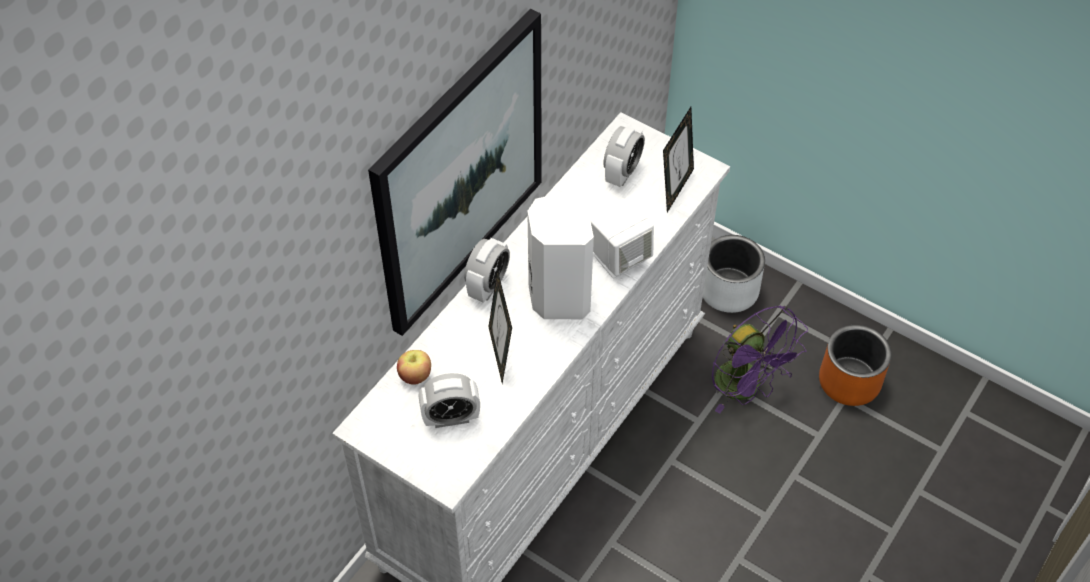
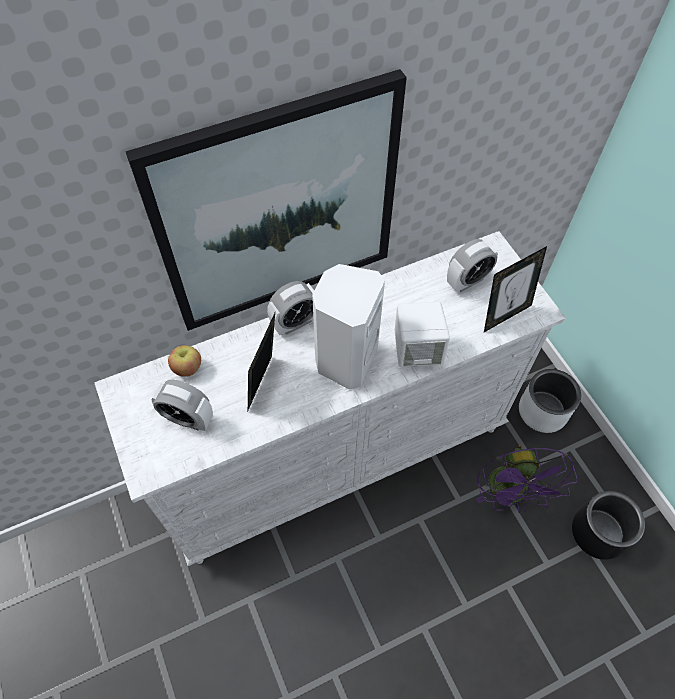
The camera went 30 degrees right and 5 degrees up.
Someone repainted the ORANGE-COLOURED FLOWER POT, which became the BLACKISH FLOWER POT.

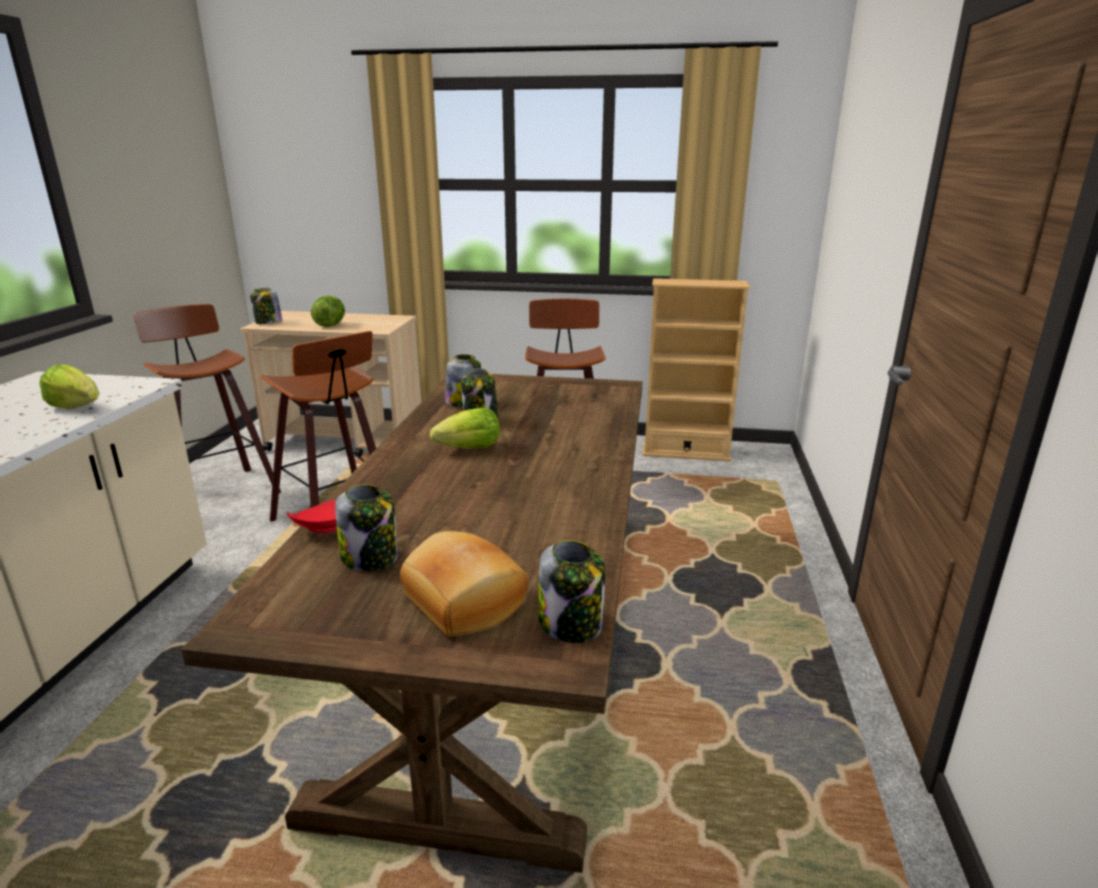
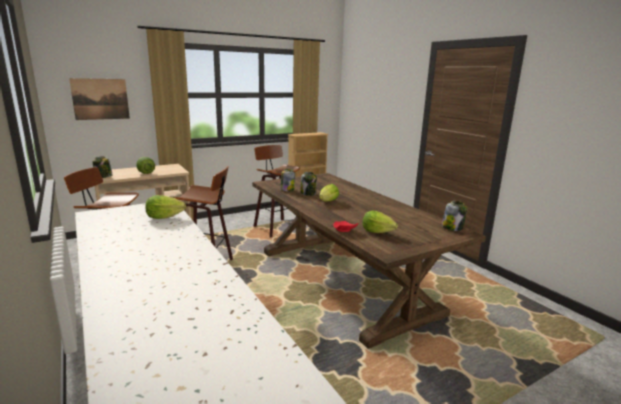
The camera went 40 degrees left and 5 degrees down.
Someone swapped the PRESERVE JAR (2nd from left) for the HEAD OF LETTUCE (4th from left).
Someone took away the BAKED BREAD.
Someone put up the WALL ART.

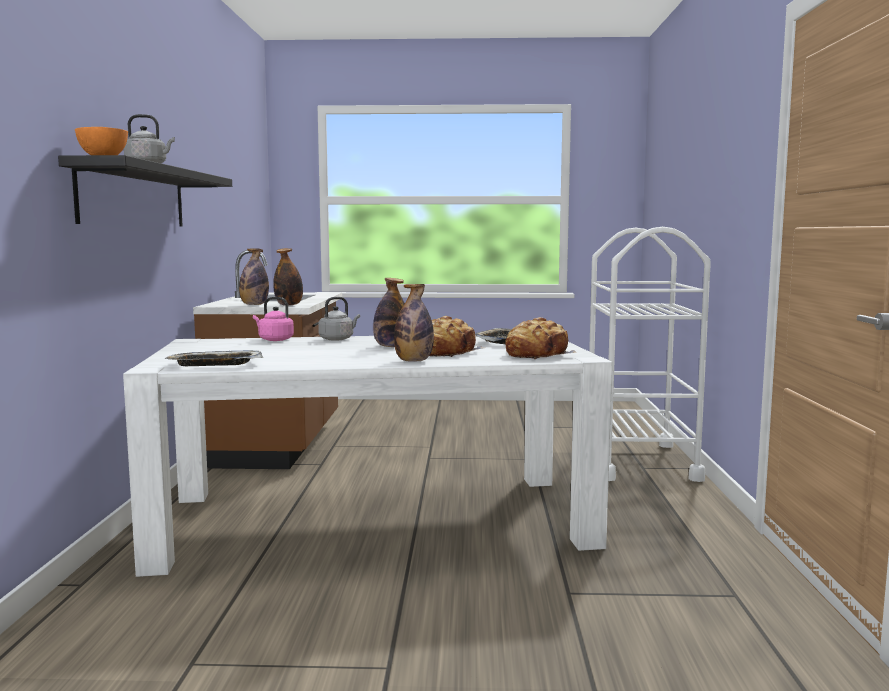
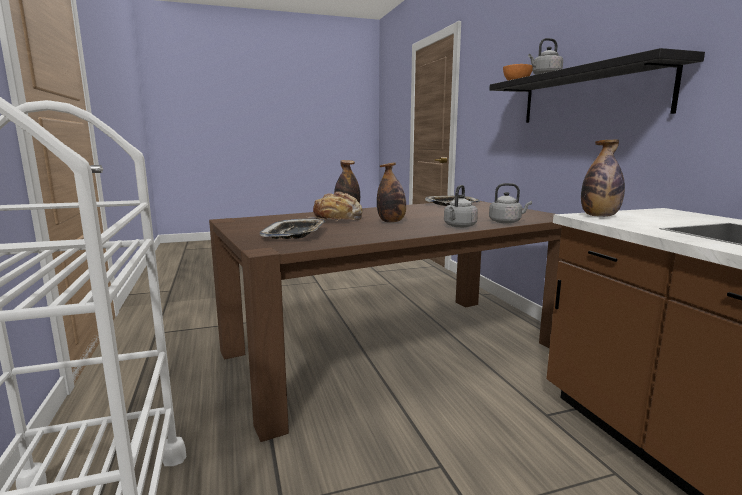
The camera went 160 degrees right and 5 degrees up.
Someone took away the BOTTLE (1st from left).
Someone repainted the PINK WATER KETTLE, which became the GREY WATER KETTLE (2nd from left).
Someone took away the BAKED BREAD (2nd from left).
Someone repainted the WHITISH DINING TABLE, which became the BROWN-COLOURED DINING TABLE.

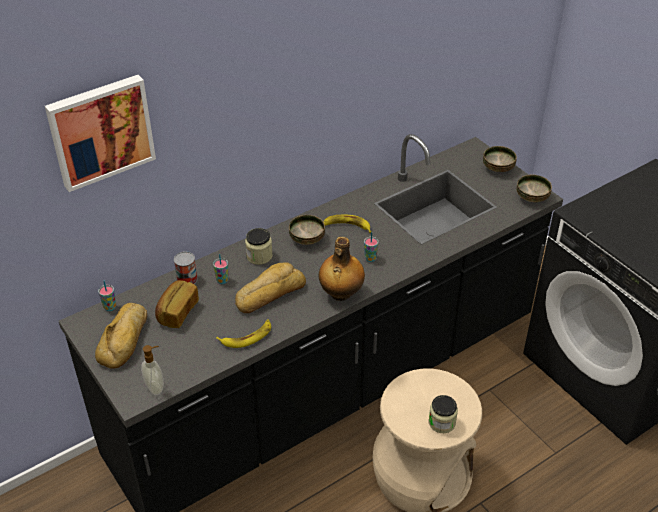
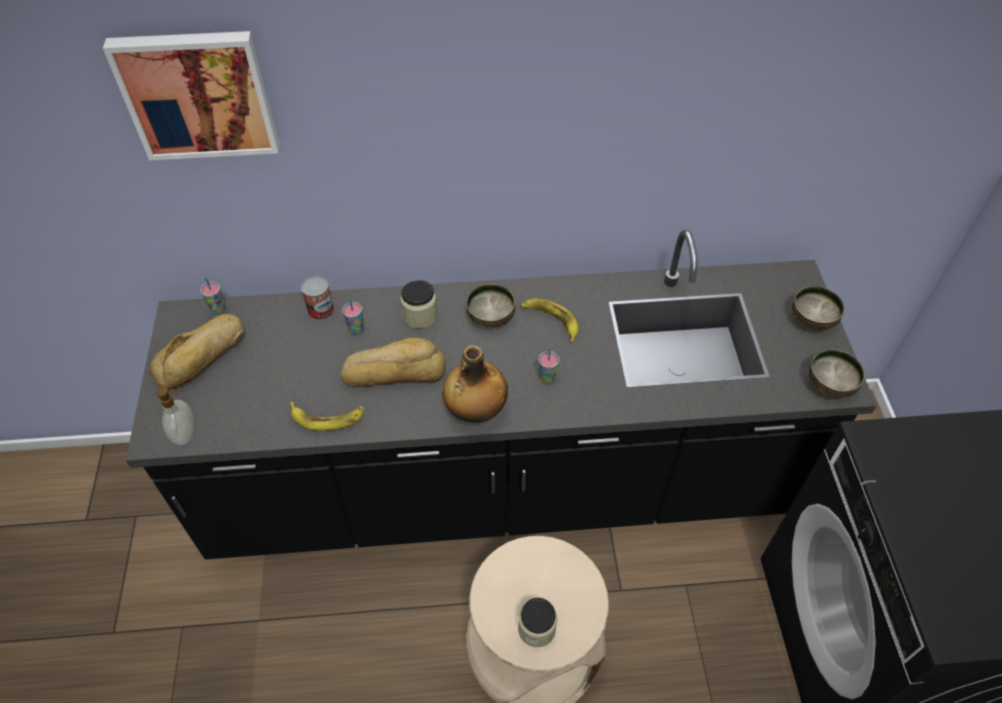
The camera went 30 degrees right and 10 degrees up.
Someone took away the BAKED BREAD (2nd from left).

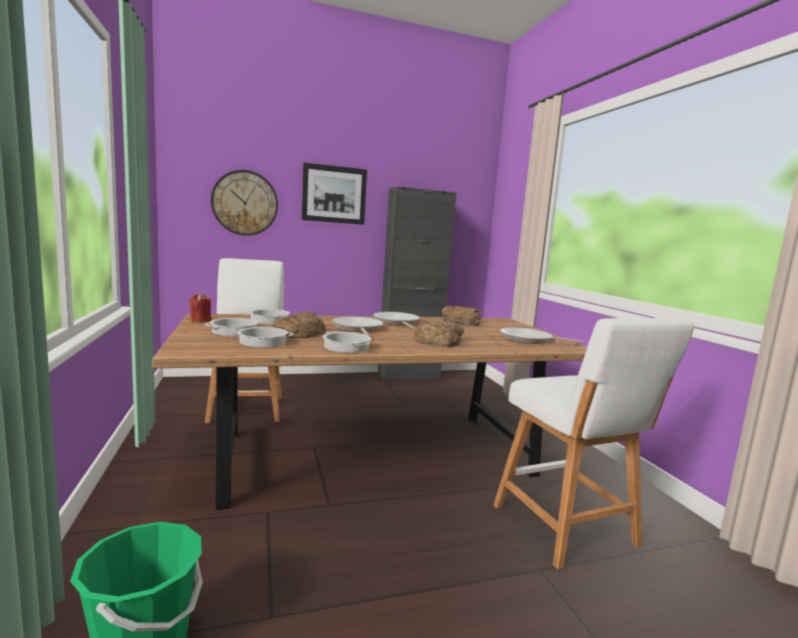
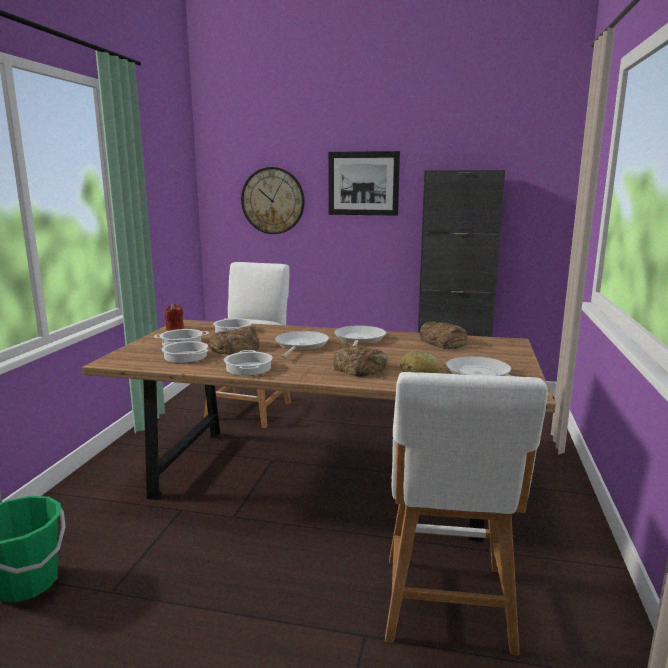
The camera went 30 degrees right and 5 degrees up.
Someone put down the BAKED BREAD (3rd from left).

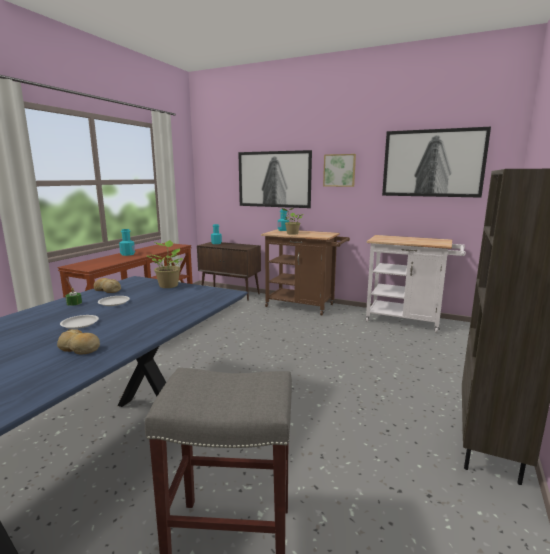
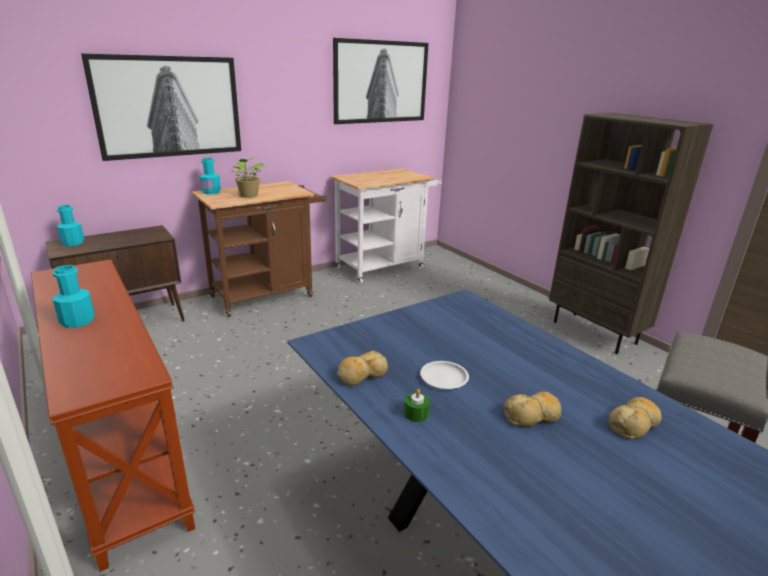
The camera went 60 degrees left and 10 degrees up.
Someone took away the WALL ART (2nd from left).
Someone took away the PLANT IN A POT (1st from left).
Someone swapped the WHITISH FLAT DISH (1st from left) for the BAKED BREAD (2nd from left).

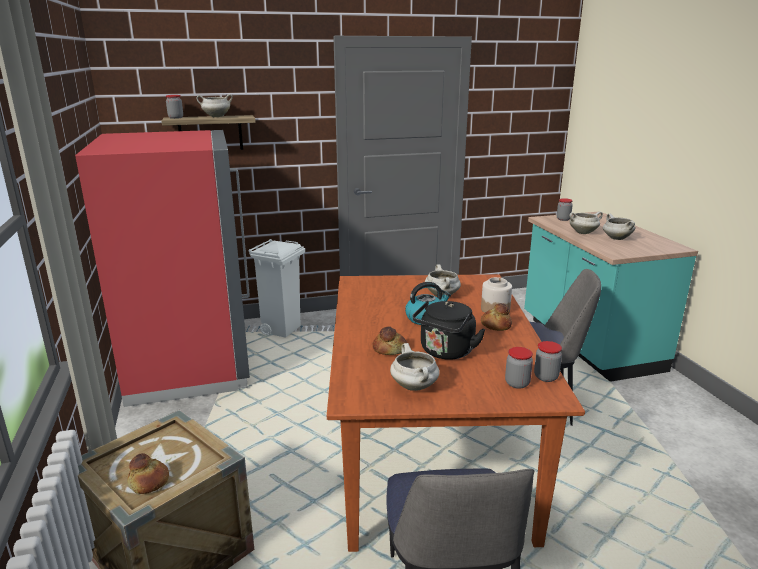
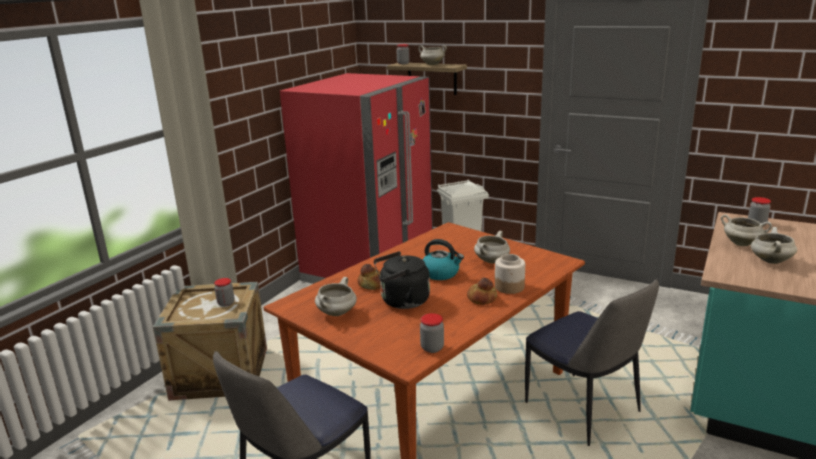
The camera went 45 degrees right and 0 degrees up.
Someone carried the PRESERVE JAR (3rd from left in the first image).
Someone took away the BAKED BREAD (1st from left).

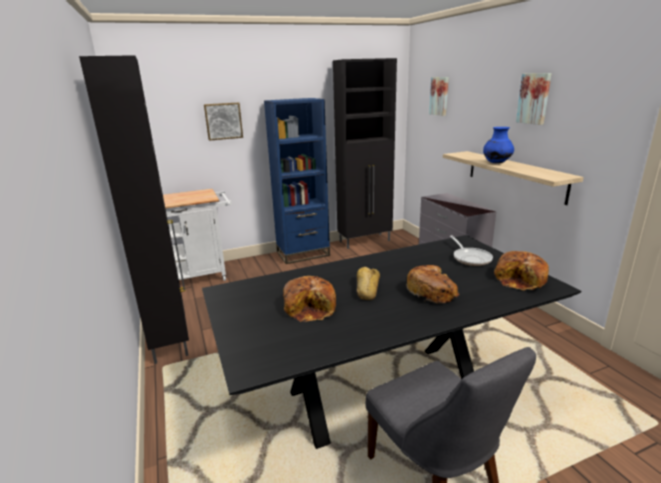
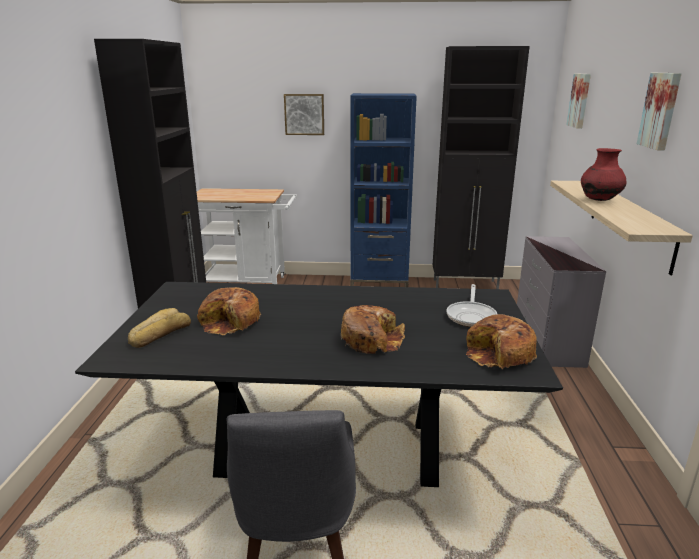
The camera went 25 degrees right and 0 degrees up.
Someone repainted the BLUE FLOWER VASE, which became the RED-COLOURED FLOWER VASE.
Someone carried the BAKED BREAD (2nd from left in the first image).

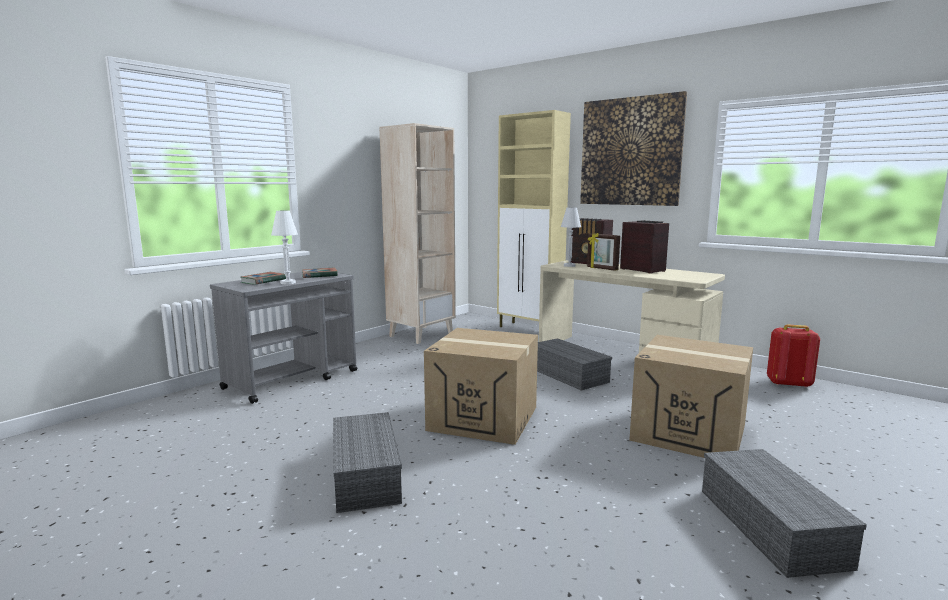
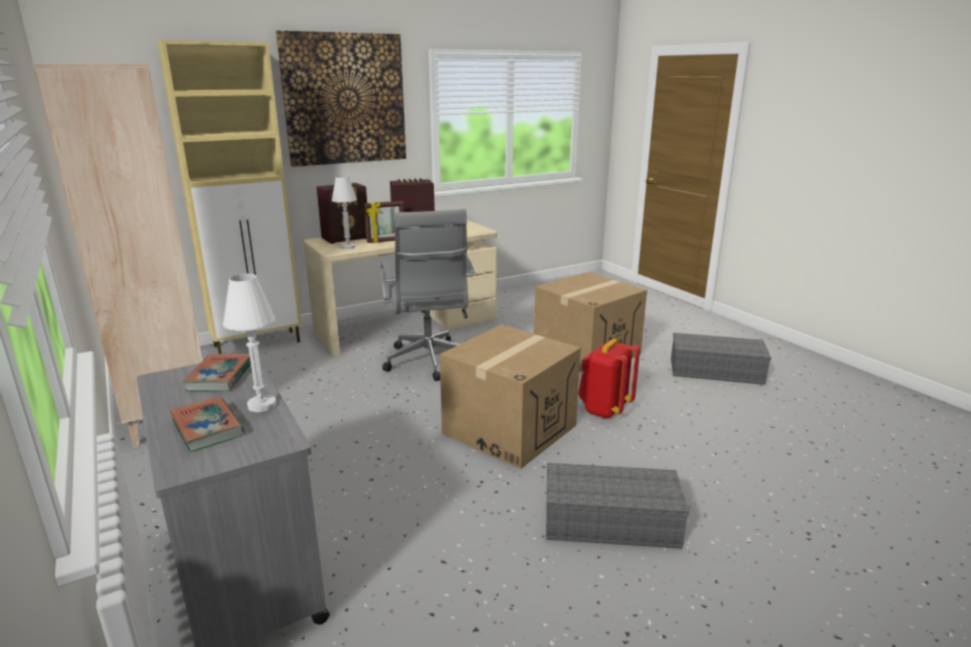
The camera went 70 degrees left and 10 degrees up.
Someone carried the RED-COLOURED RUCKSACK.
Someone swapped the GREY STORAGE BIN (2nd from left) for the GREY COMPUTER CHAIR.

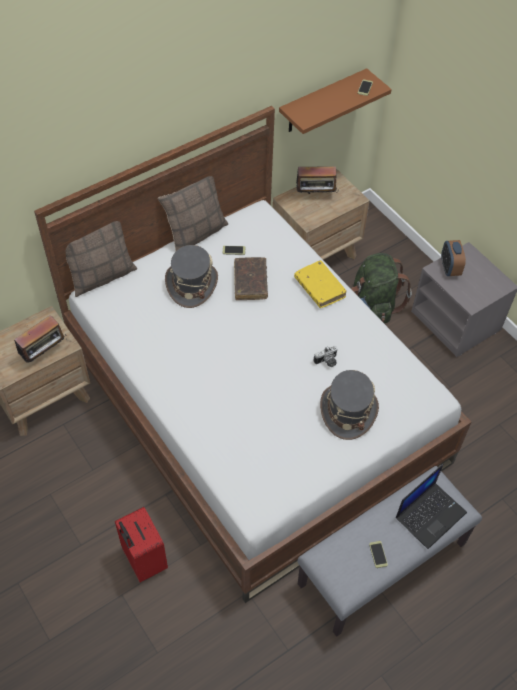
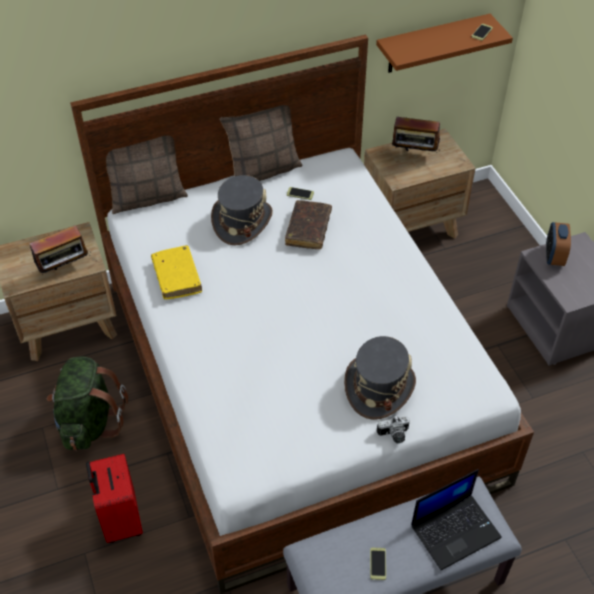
The camera went 15 degrees right and 5 degrees down.
Someone carried the GREENISH RUCKSACK.
Someone carried the YELLOWISH BOOK.
Someone carried the STILL CAMERA.

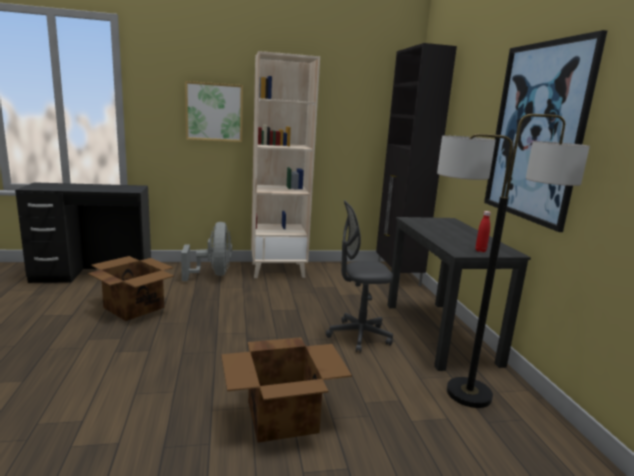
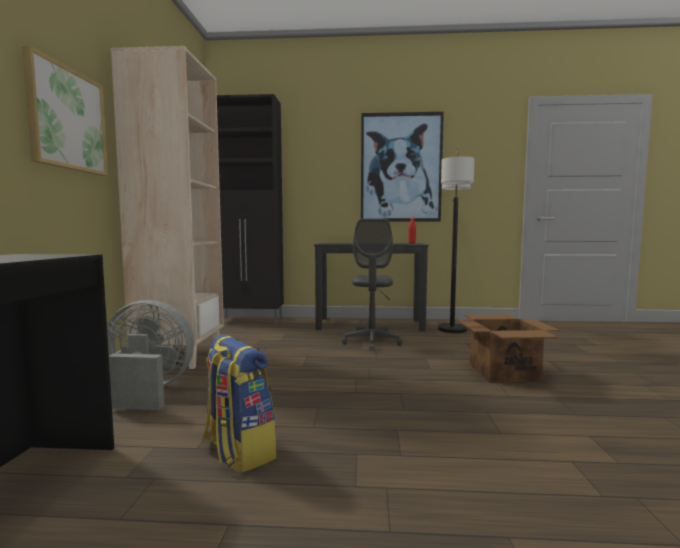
The camera went 75 degrees left and 10 degrees down.
Someone swapped the PACKING BOX (1st from left) for the RUCKSACK.

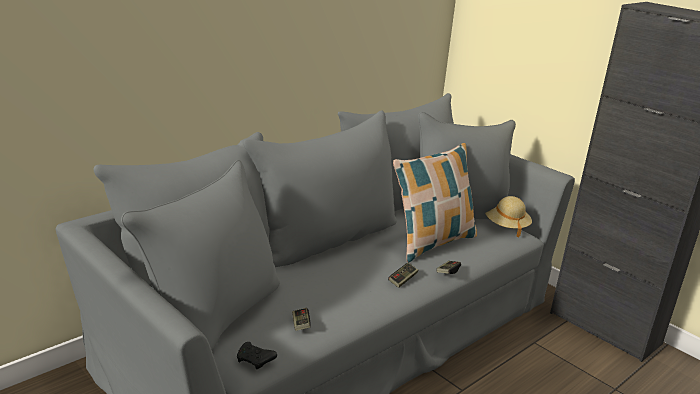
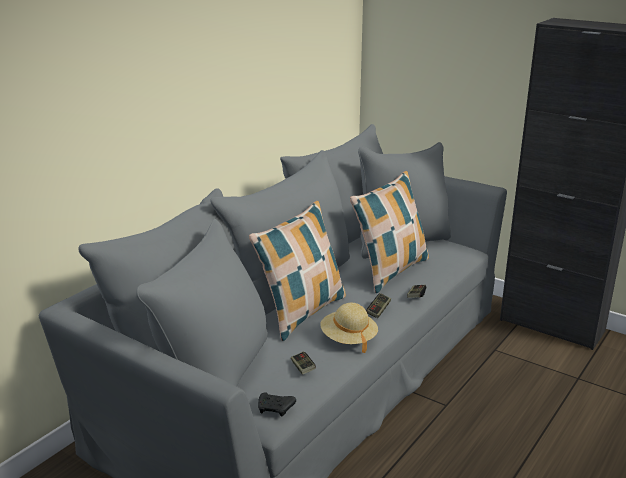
The camera went 10 degrees left and 0 degrees up.
Someone carried the BEIGE HAT.
Someone put down the CUSHION (1st from left).

